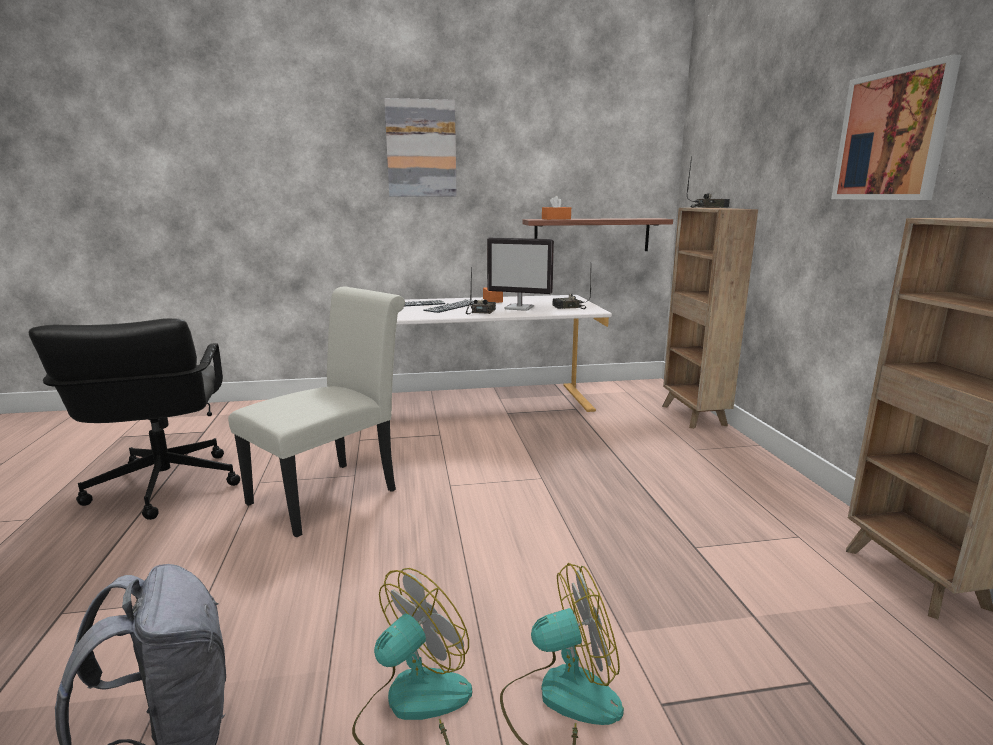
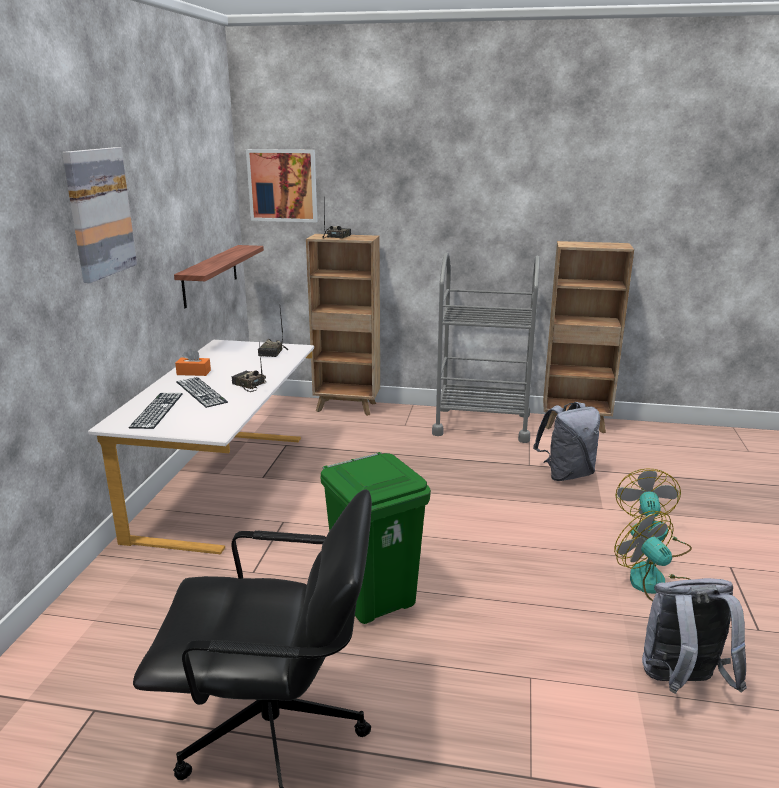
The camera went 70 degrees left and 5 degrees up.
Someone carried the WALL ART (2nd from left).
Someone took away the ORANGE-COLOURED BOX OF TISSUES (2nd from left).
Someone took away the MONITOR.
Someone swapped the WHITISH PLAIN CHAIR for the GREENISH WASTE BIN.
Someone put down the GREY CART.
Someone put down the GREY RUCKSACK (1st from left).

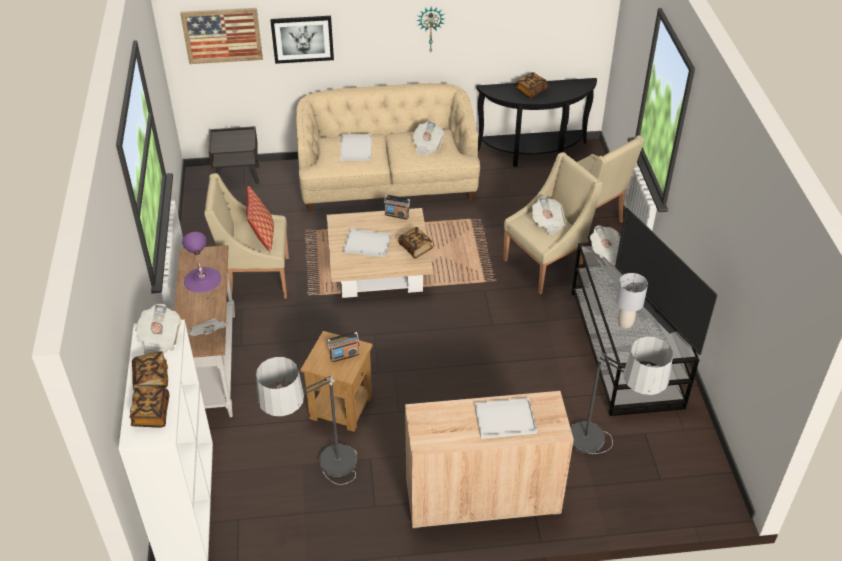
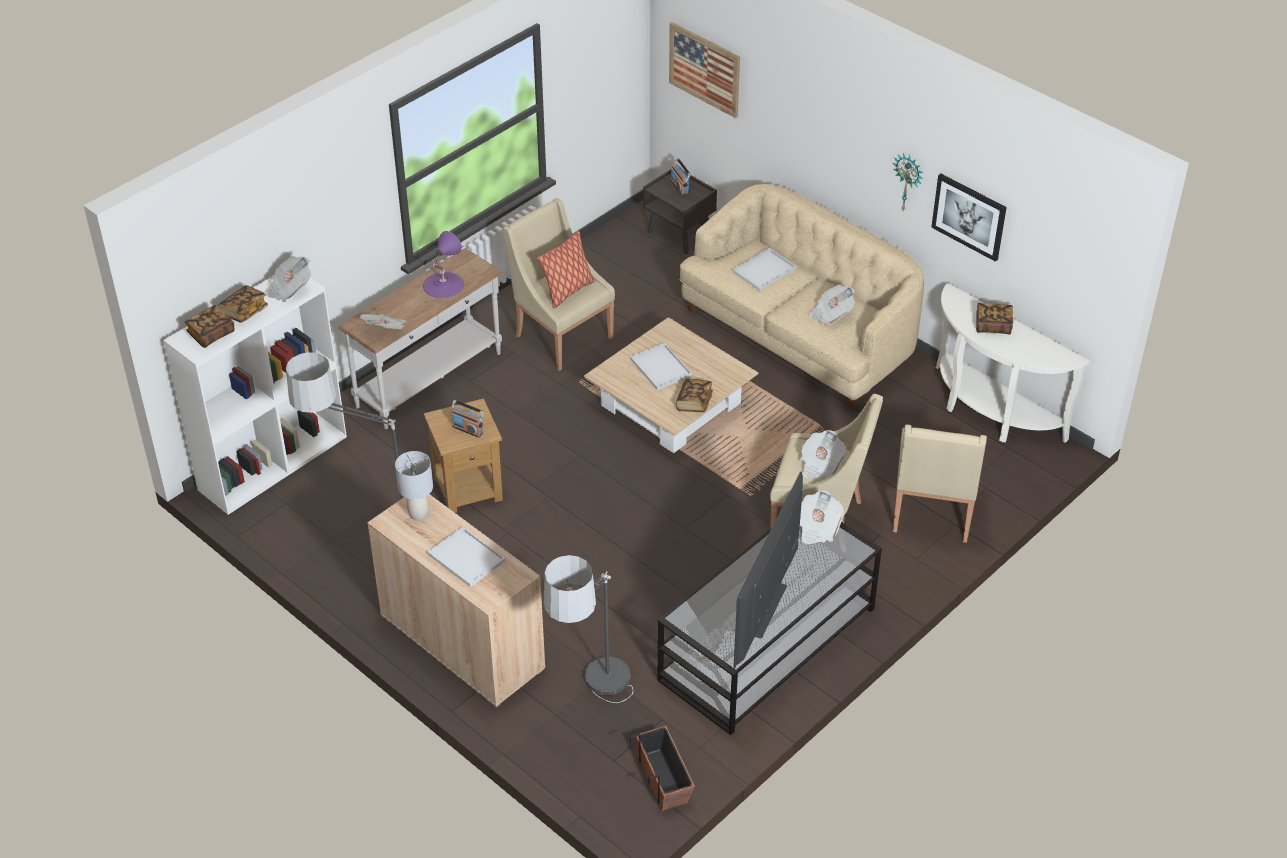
The camera went 50 degrees right and 0 degrees up.
Someone carried the WALL ART (2nd from left).
Someone repainted the BLACKISH HALL TABLE, which became the WHITISH HALL TABLE (2nd from left).
Someone carried the RADIO (2nd from left).
Someone carried the GREY TABLE LAMP.
Someone put down the FLOWER POT.

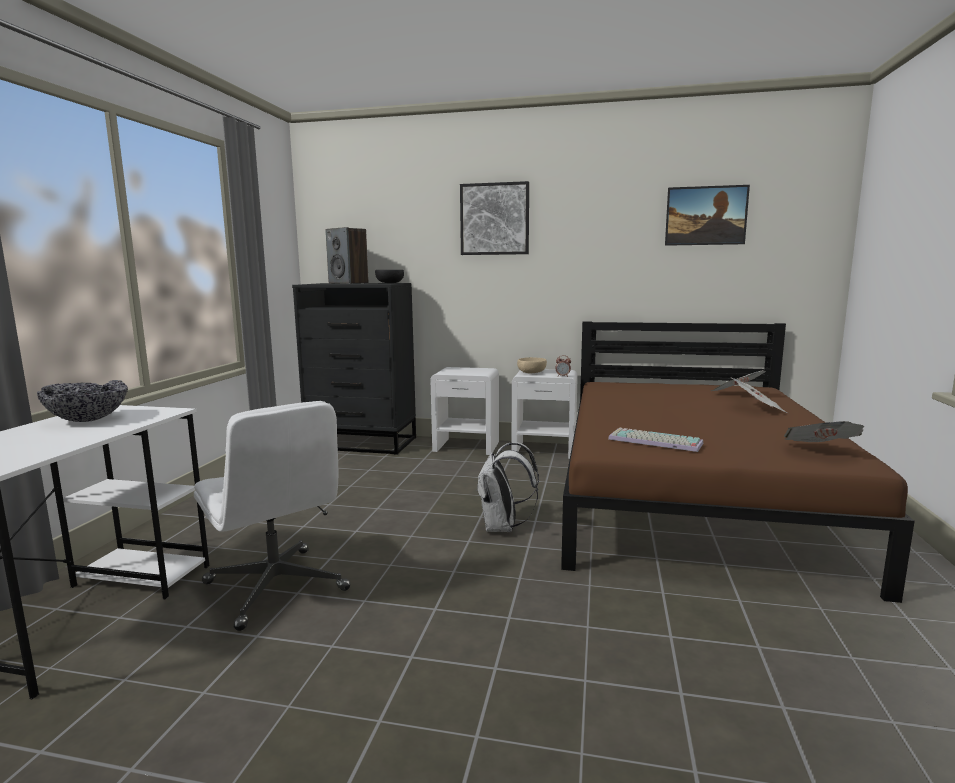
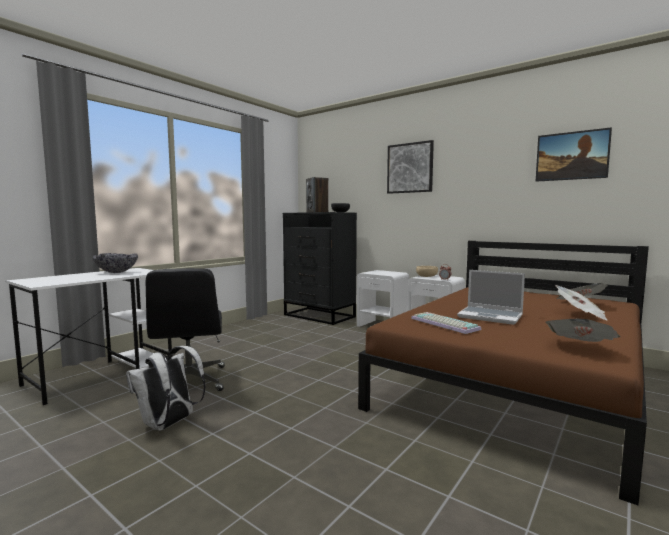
The camera went 25 degrees right and 5 degrees down.
Someone repainted the WHITISH COMPUTER CHAIR, which became the BLACKISH COMPUTER CHAIR.
Someone carried the WHITISH RUCKSACK.
Someone put down the LAPTOP.

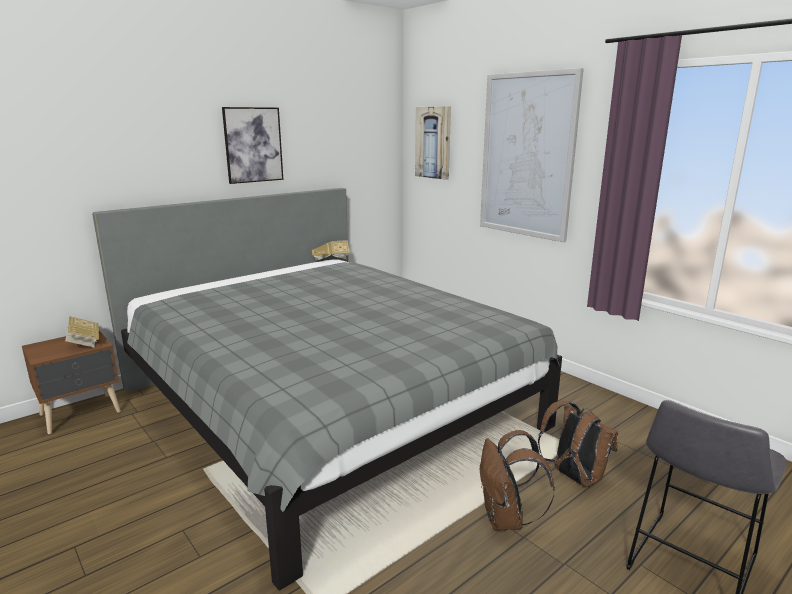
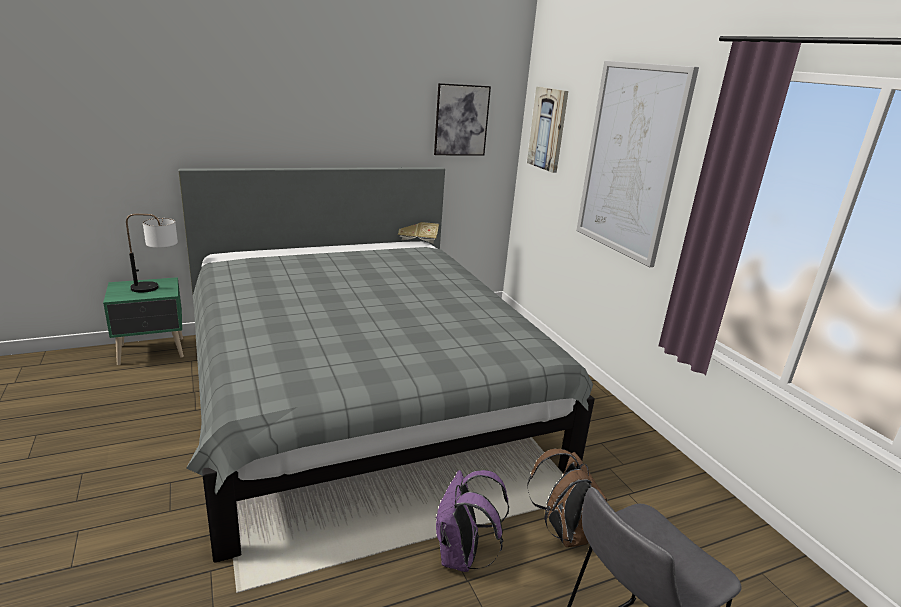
The camera went 15 degrees right and 5 degrees up.
Someone carried the WALL ART (1st from left).
Someone swapped the BOOK (1st from left) for the TABLE LAMP.
Someone repainted the BROWN-COLOURED BEDSIDE TABLE, which became the GREENISH BEDSIDE TABLE.
Someone repainted the BROWN-COLOURED RUCKSACK (1st from left), which became the PURPLE-COLOURED RUCKSACK.

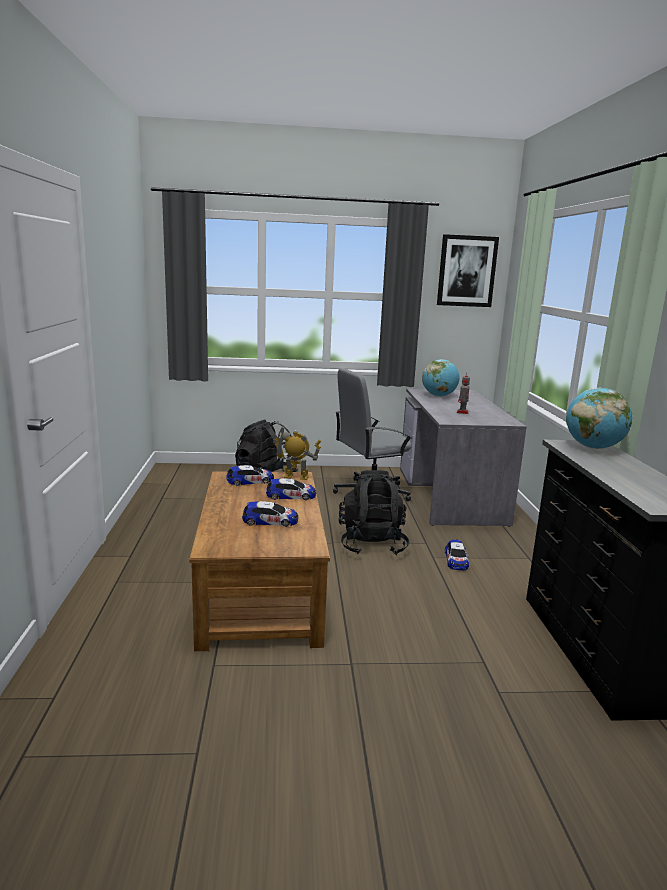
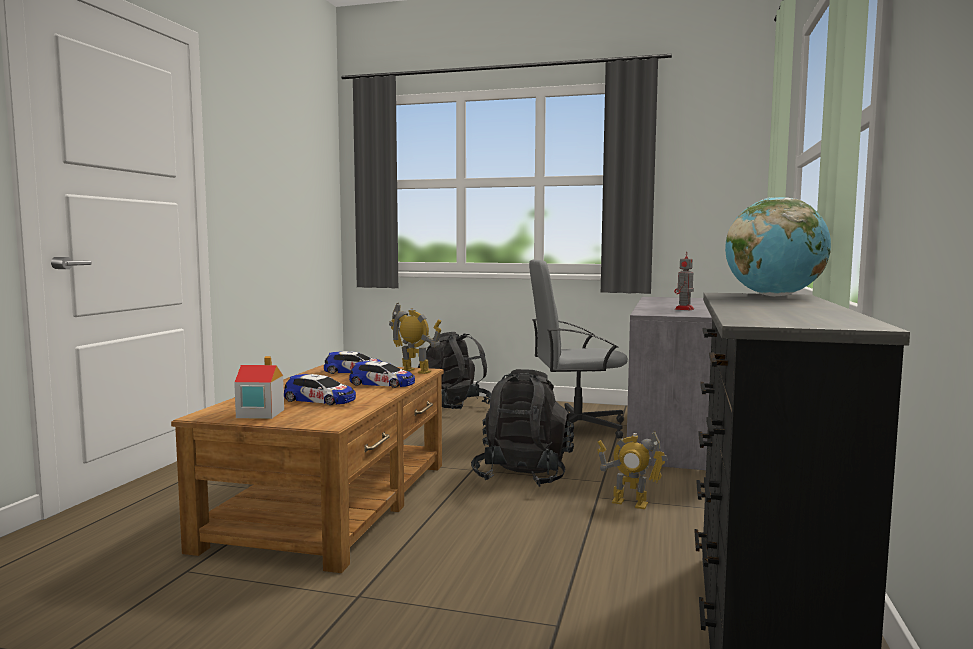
The camera went 20 degrees right and 10 degrees down.
Someone took away the WALL ART.
Someone took away the DESK GLOBE (1st from left).
Someone swapped the MODEL CAR (4th from left) for the MODEL ROBOT (2nd from left).
Someone put down the TOY HOUSE.

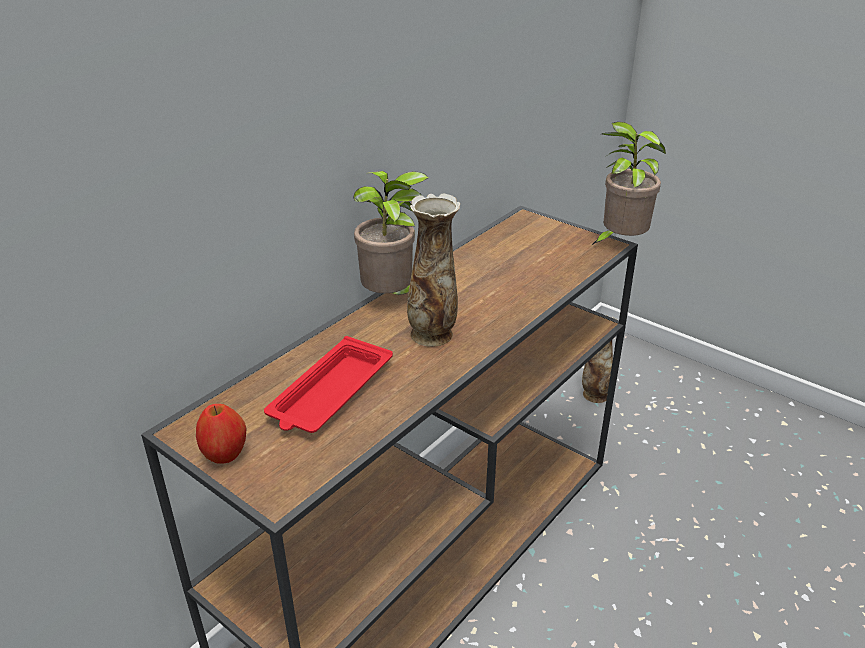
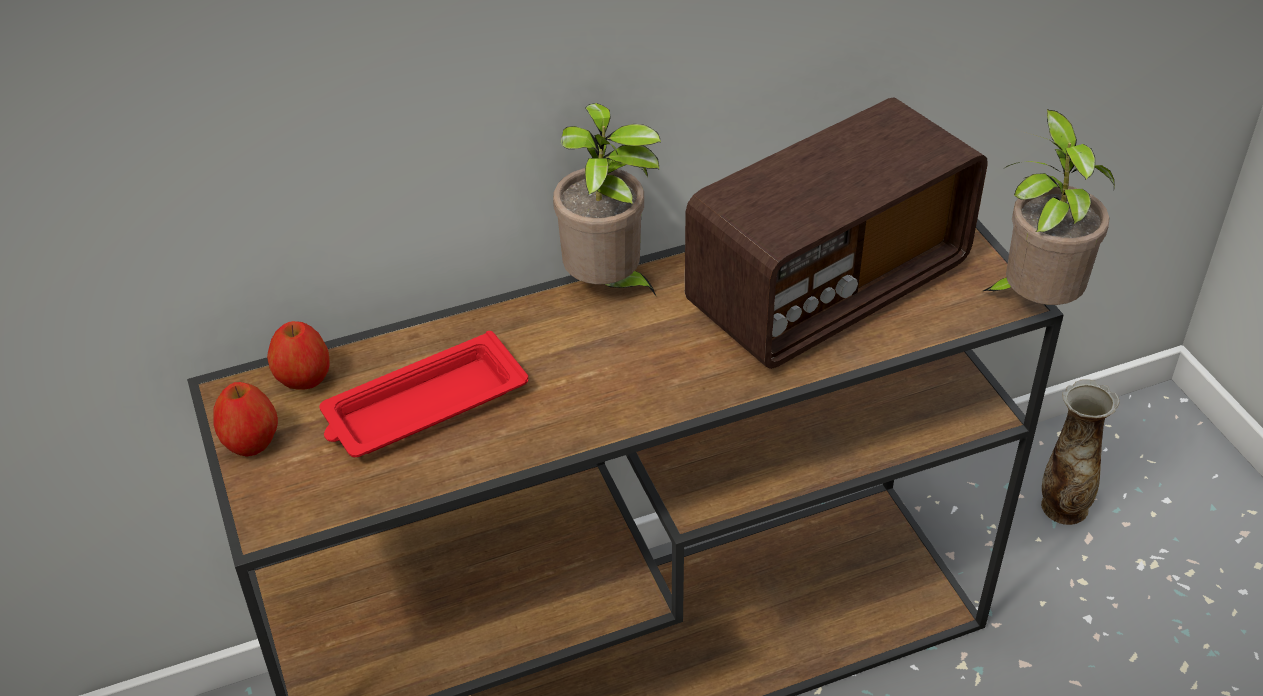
The camera went 30 degrees right and 10 degrees up.
Someone took away the FLOWER VASE (1st from left).
Someone put down the RADIO.
Someone put down the APPLE FRUIT (2nd from left).

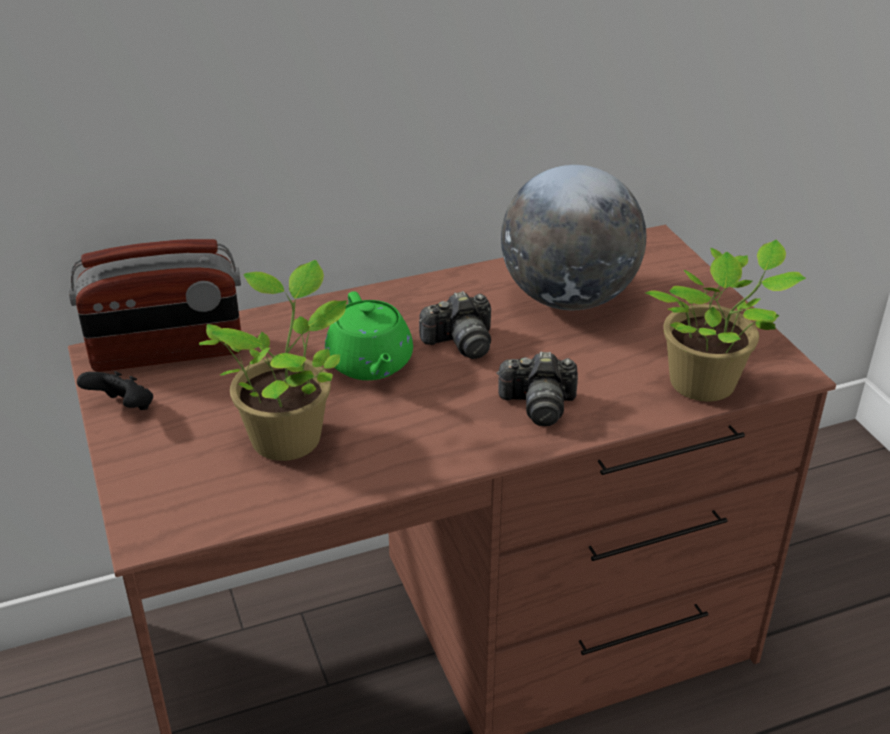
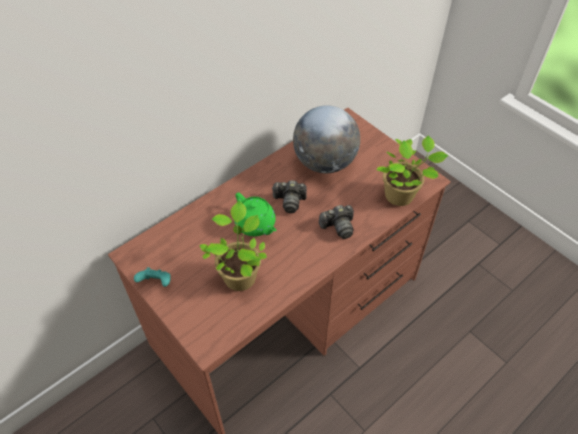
The camera went 20 degrees left and 15 degrees up.
Someone took away the RADIO.
Someone rotated the STILL CAMERA (1st from left) by 45 degrees clockwise.
Someone repainted the BLACKISH GAME CONTROLLER, which became the TURQUOISE-COLOURED GAME CONTROLLER.

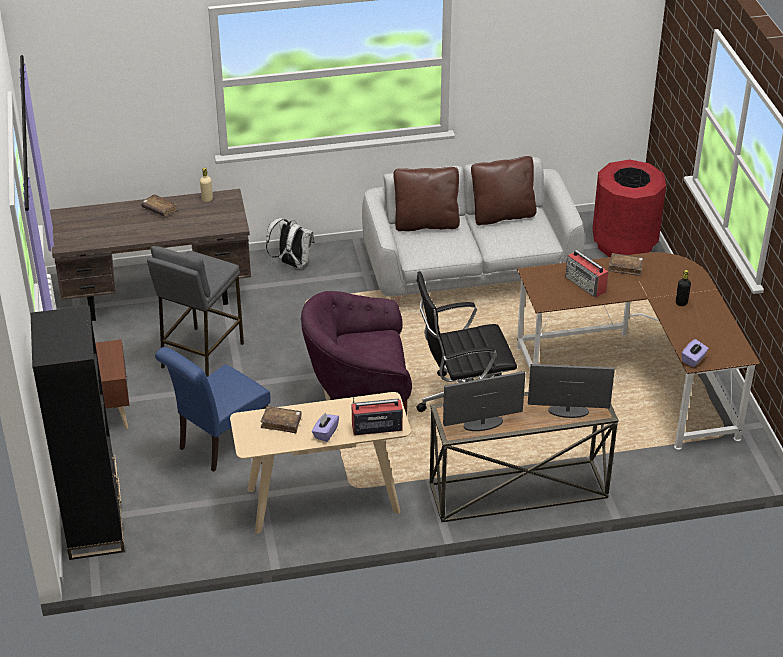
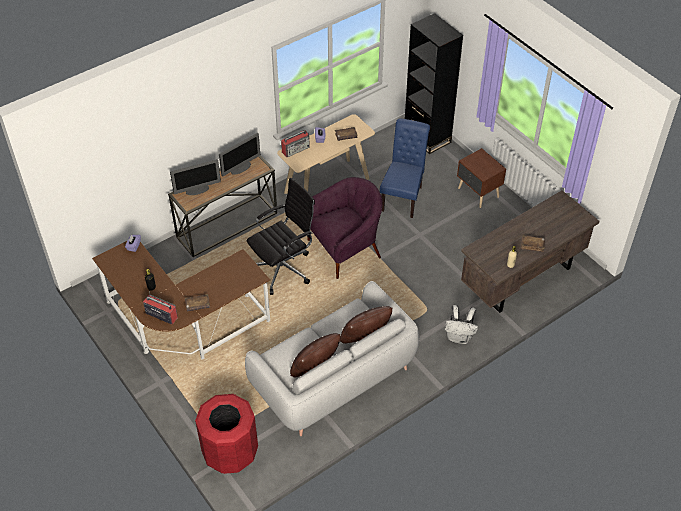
The camera went 155 degrees right and 10 degrees up.
Someone took away the GREY STOOL.
Someone carried the RADIO (2nd from left in the first image).

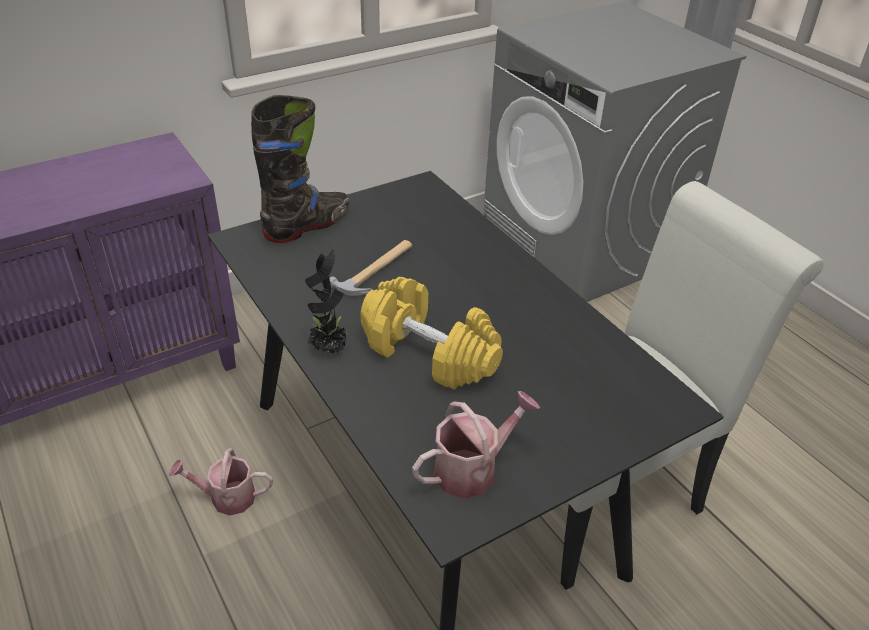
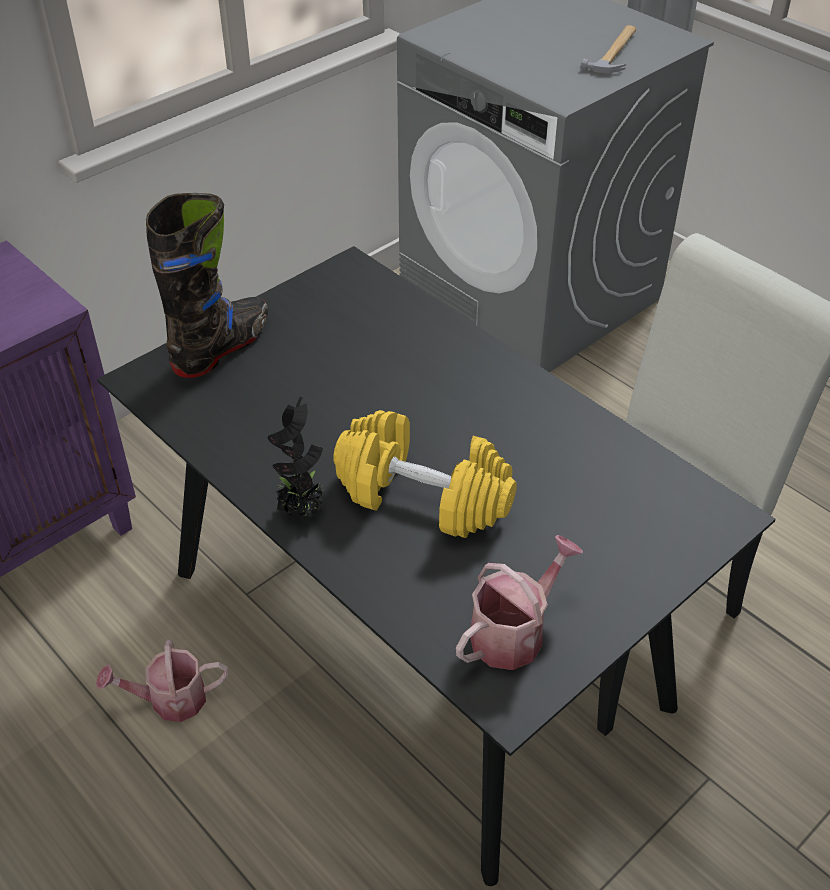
The camera went 10 degrees left and 5 degrees up.
Someone carried the HAMMER.

